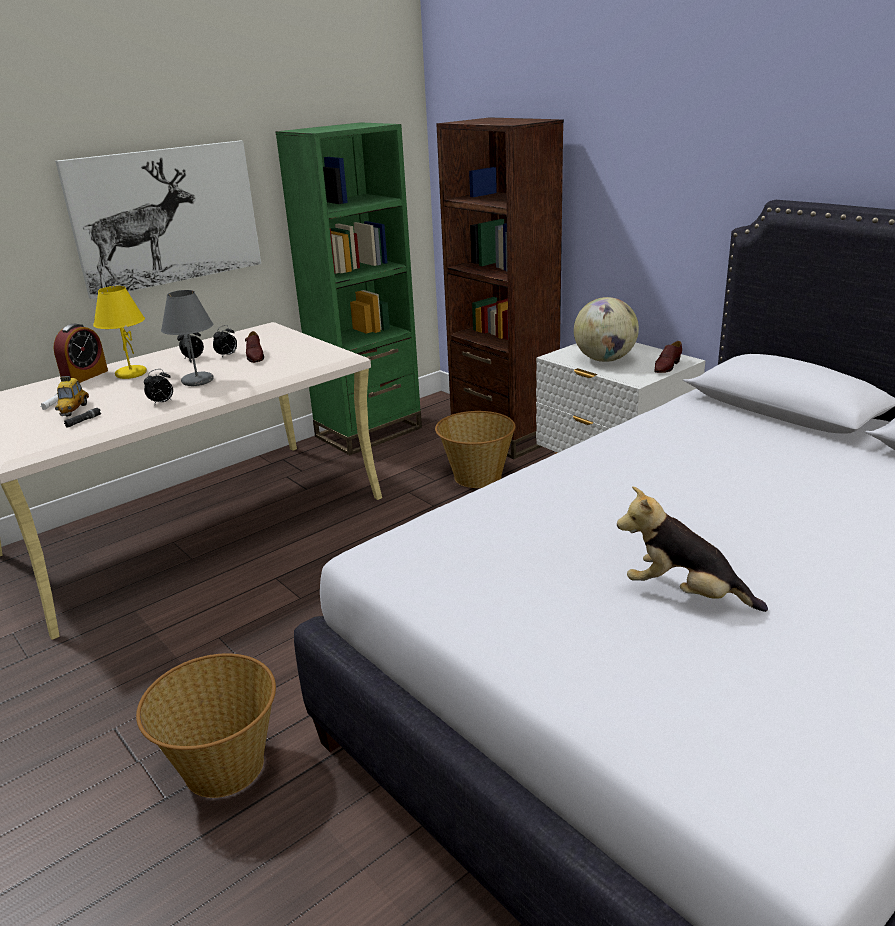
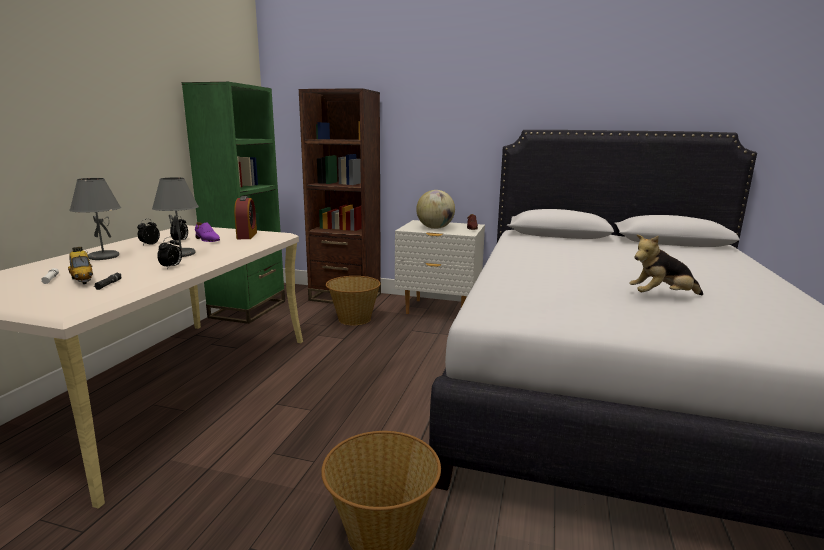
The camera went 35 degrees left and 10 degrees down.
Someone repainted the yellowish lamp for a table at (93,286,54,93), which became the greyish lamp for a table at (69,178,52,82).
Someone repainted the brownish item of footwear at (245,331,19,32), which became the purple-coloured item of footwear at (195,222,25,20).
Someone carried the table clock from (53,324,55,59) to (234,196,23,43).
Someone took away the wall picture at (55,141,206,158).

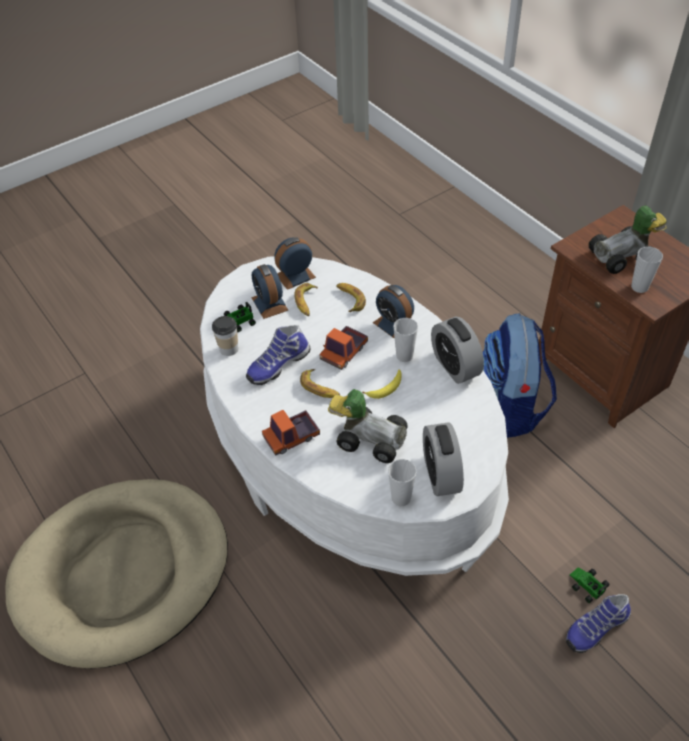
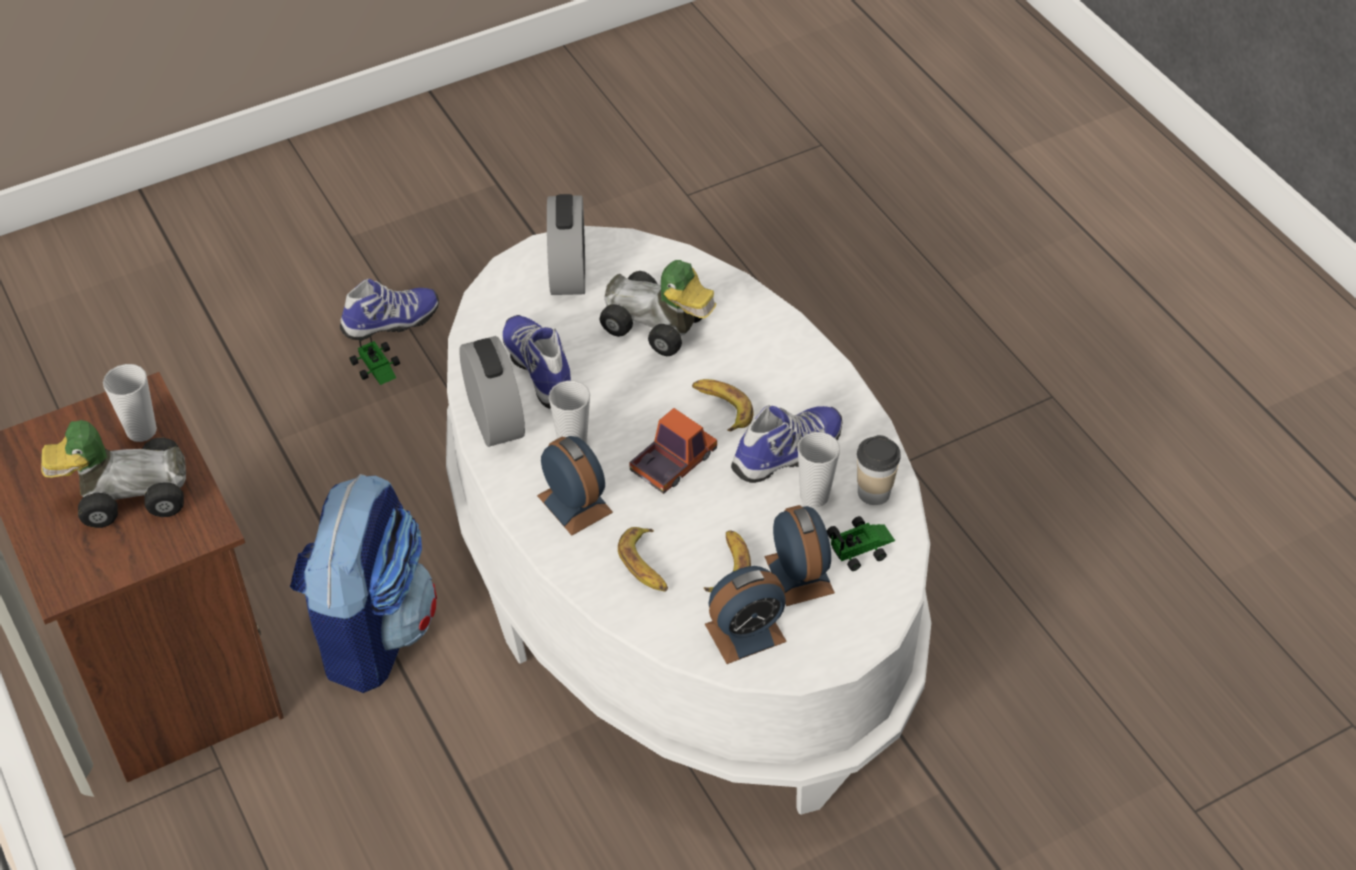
The camera went 175 degrees left and 0 degrees up.
Someone put down the item of footwear at (503,315,68,94).
Someone carried the small cup from (388,459,28,47) to (798,432,42,75).
Someone took away the beige dog cushion at (5,479,223,190).
Someone took away the toy lorry at (262,410,58,46).
Someone took away the banana at (362,370,40,29).

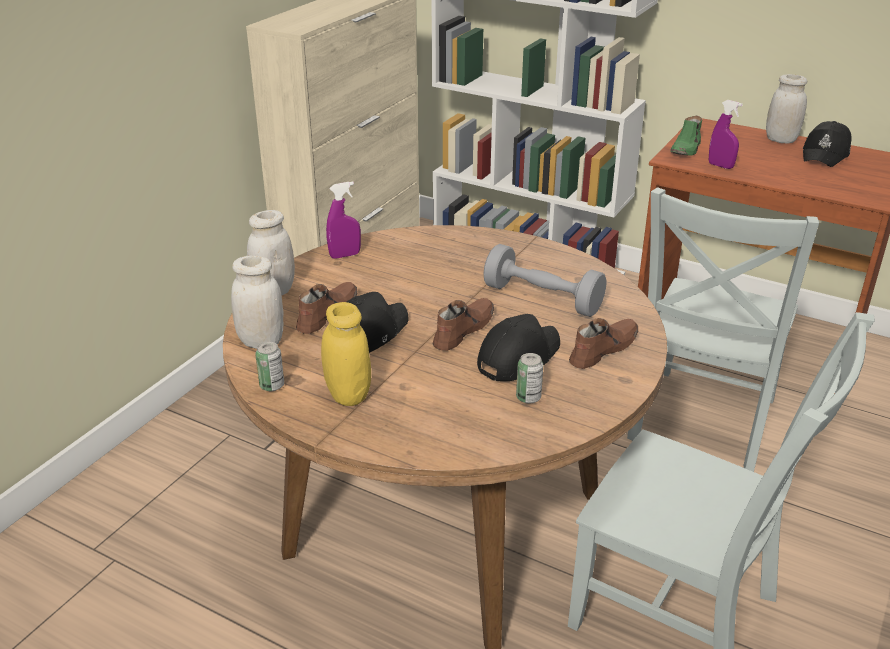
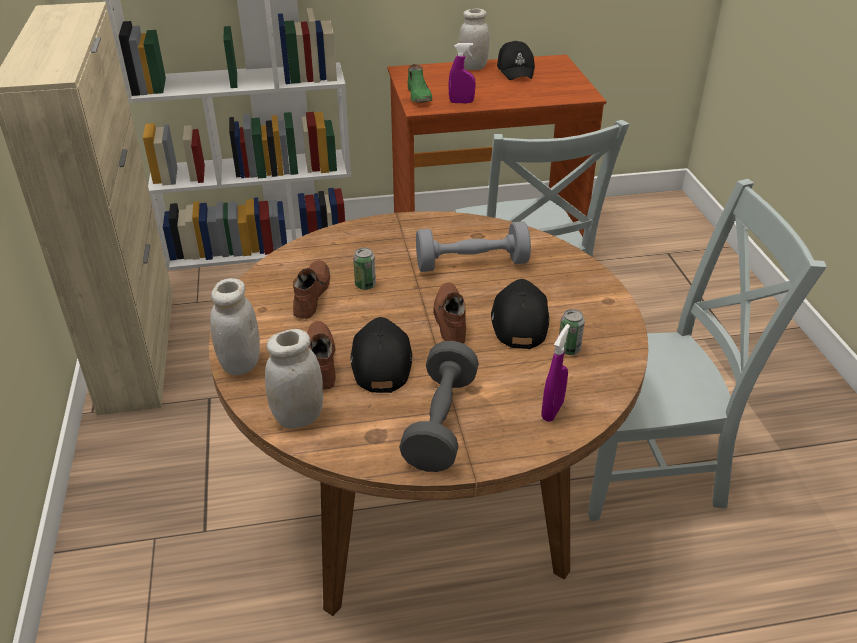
The camera went 40 degrees left and 5 degrees up.
Someone carried the brownish item of footwear from (569,318,69,51) to (293,260,37,59).
Someone carried the metal can from (255,342,29,49) to (353,247,23,43).
Someone swapped the yellowish storage jar at (321,302,50,104) for the greyish free weight at (399,341,80,131).
Someone carried the purple-coloured hand sprayer from (326,182,35,77) to (542,324,28,98).

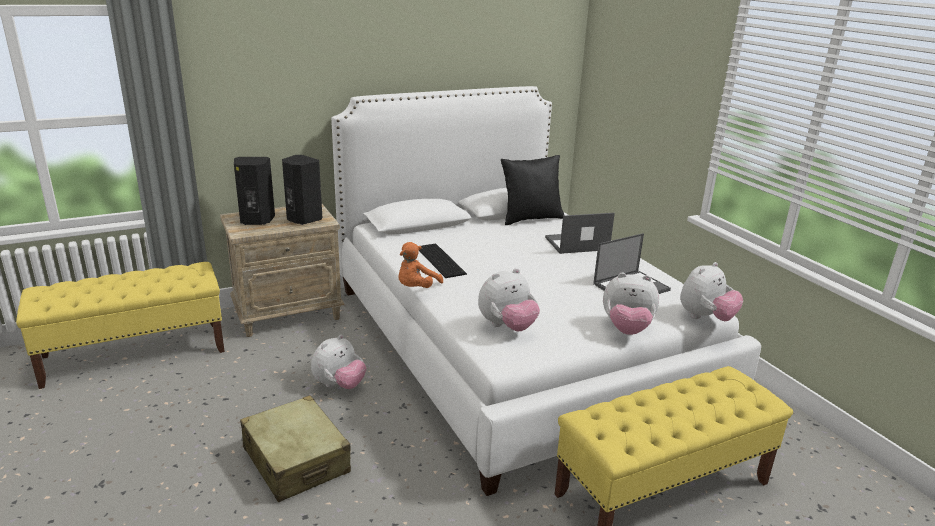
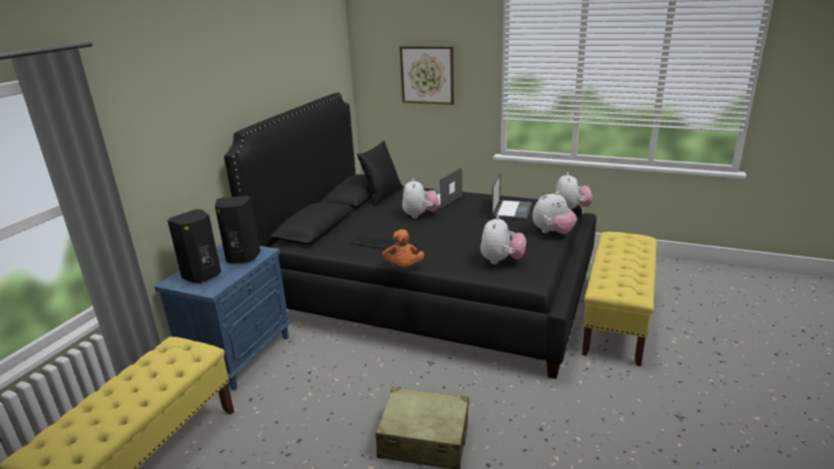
The camera went 40 degrees left and 0 degrees up.
Someone repainted the beige bedside table at (220,204,125,133), which became the blue-coloured bedside table at (154,244,138,146).
Someone repainted the whitish sleeping bed at (331,86,430,410), which became the black sleeping bed at (224,93,372,286).
Someone put up the wall picture at (400,46,54,59).
Someone carried the plush toy from (311,335,55,54) to (402,178,37,41).

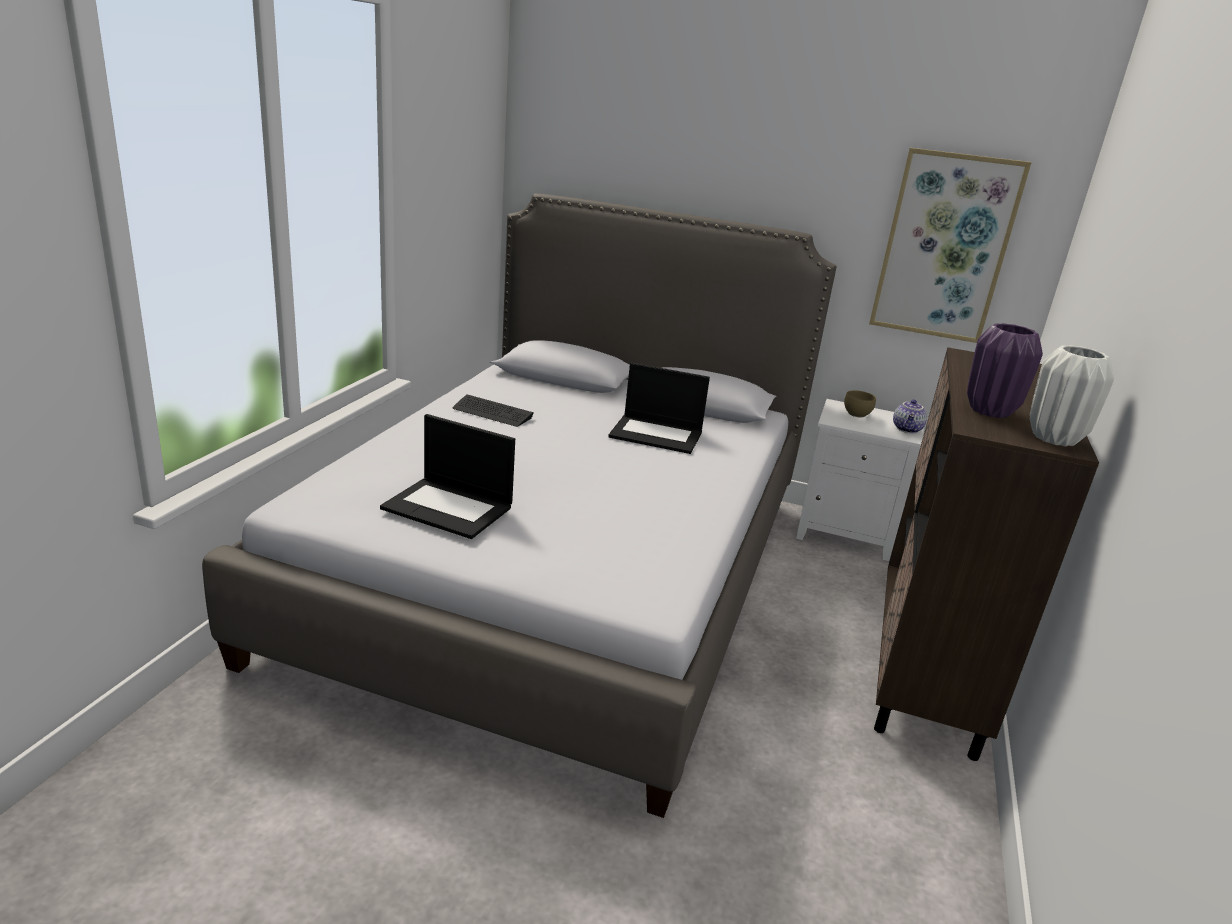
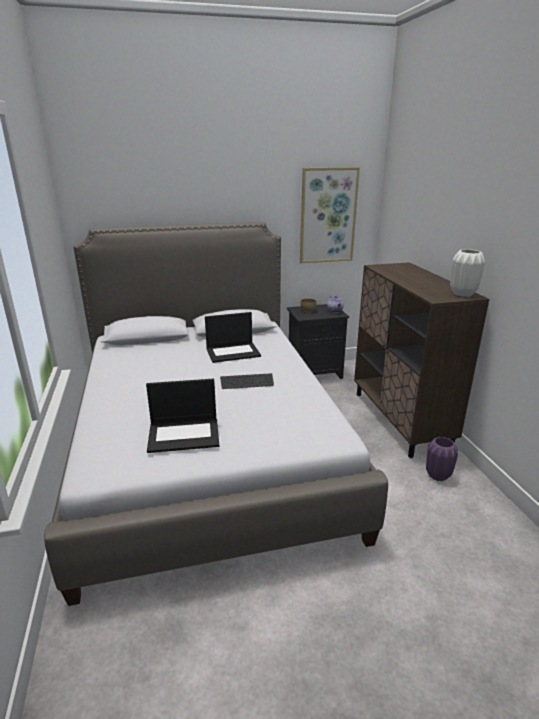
The camera went 30 degrees left and 0 degrees up.
Someone carried the keyboard from (453,394,81,33) to (220,373,54,16).
Someone repainted the whitish bedside table at (796,399,128,162), which became the black bedside table at (287,304,62,75).
Someone carried the purple-coloured vase from (967,323,76,95) to (426,437,32,44).

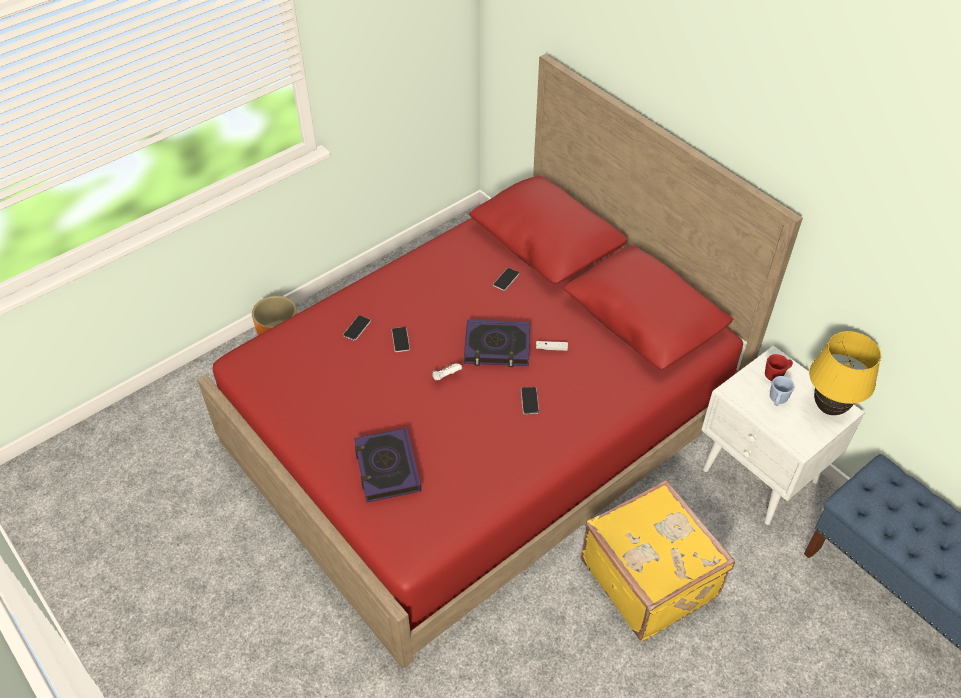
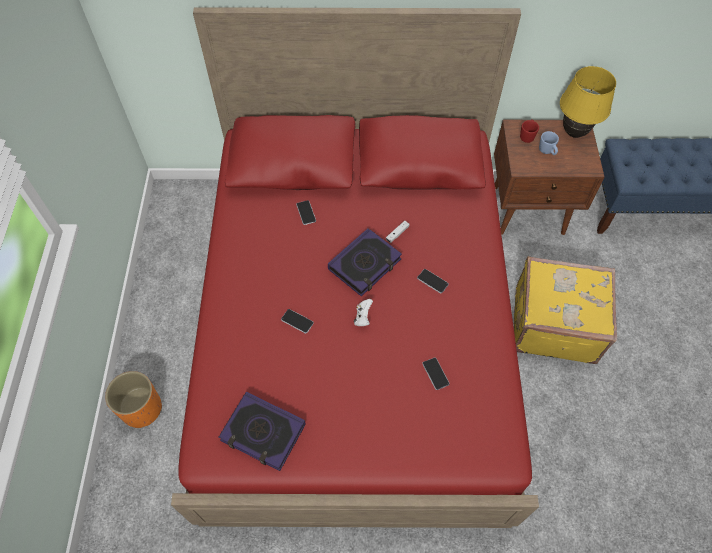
The camera went 50 degrees left and 10 degrees up.
Someone carried the book from (354,428,67,74) to (218,392,88,79).
Someone carried the phone from (343,315,28,26) to (422,357,28,33).
Someone repainted the whitish bedside table at (701,345,164,180), which became the brownish bedside table at (494,120,111,115).

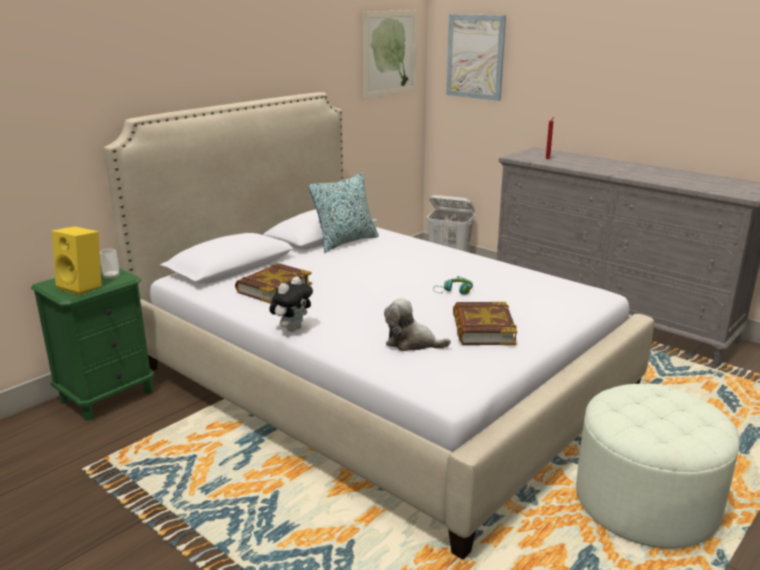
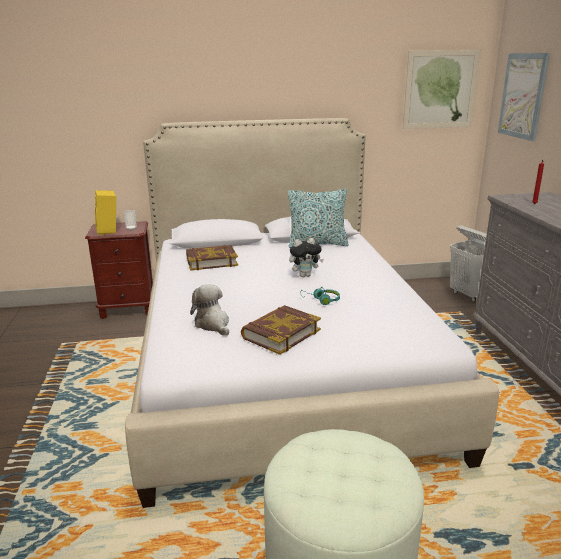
The camera went 40 degrees right and 0 degrees up.
Someone repainted the green-coloured bedside table at (31,265,124,155), which became the brownish bedside table at (85,221,68,98).
Someone carried the plush toy from (270,276,43,56) to (289,238,35,39).

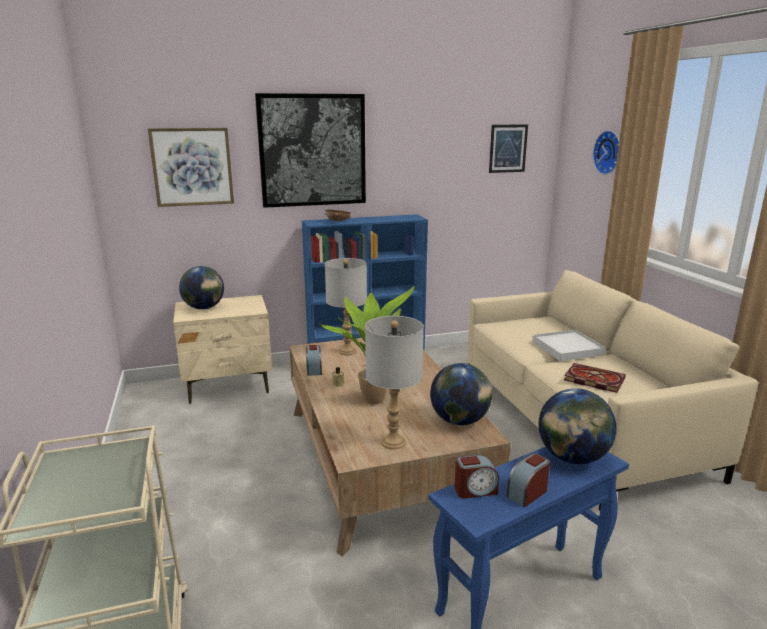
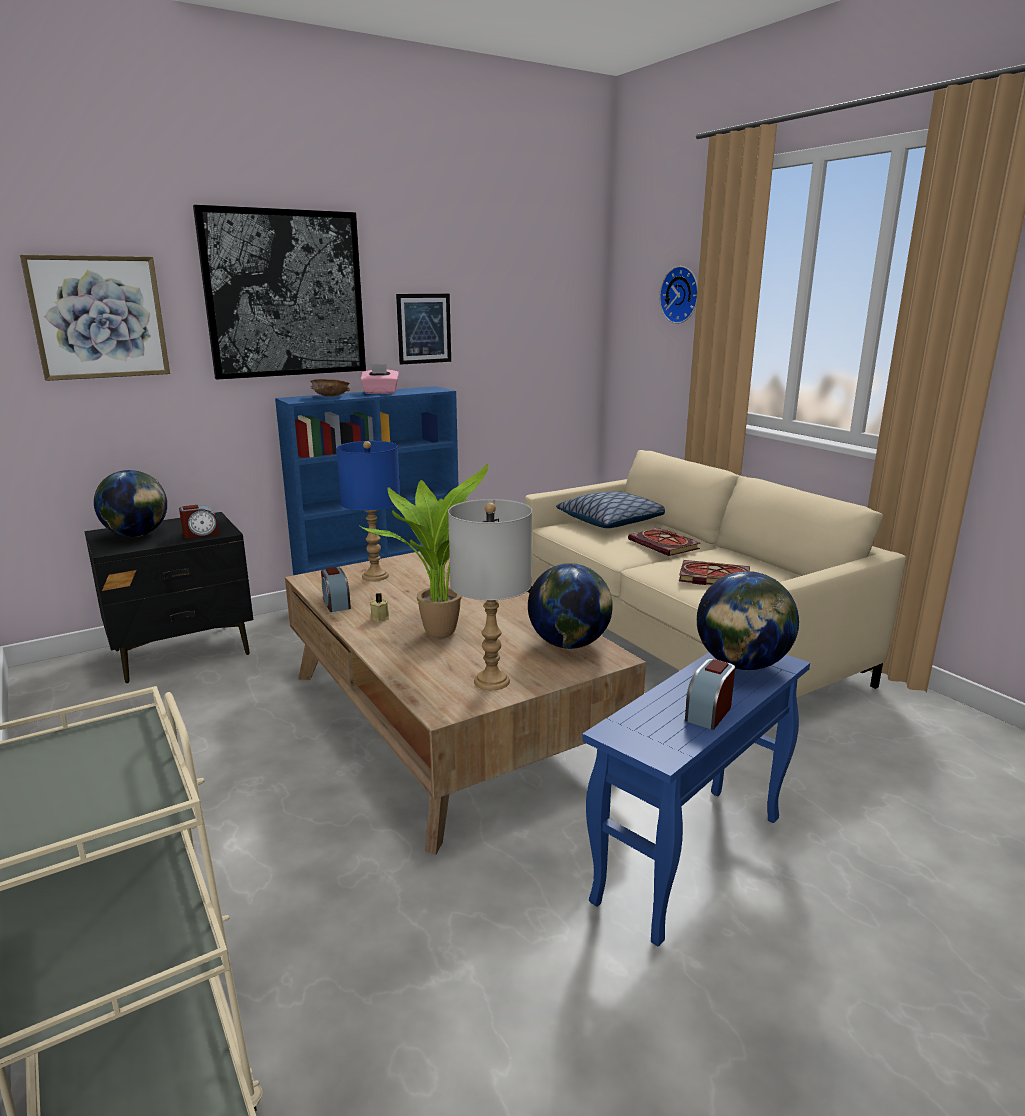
The camera went 15 degrees left and 0 degrees up.
Someone repainted the beige bedside table at (173,295,99,109), which became the black bedside table at (85,512,168,171).
Someone carried the table clock from (454,455,45,44) to (179,505,40,34).
Someone repainted the greyish lamp for a table at (325,258,42,97), which became the blue-coloured lamp for a table at (336,441,64,140).
Someone put down the pink box of tissues at (361,364,38,30).
Someone carried the wall picture from (489,124,39,49) to (396,294,55,71).
Someone put down the throw pillow at (556,491,109,37).
Someone swapped the whitish serving tray at (532,330,74,31) for the book at (628,528,72,28).

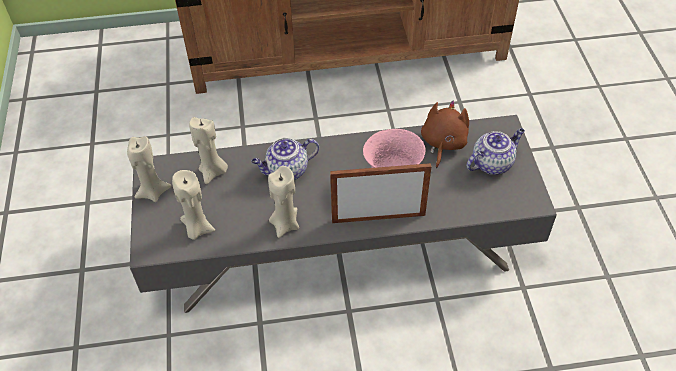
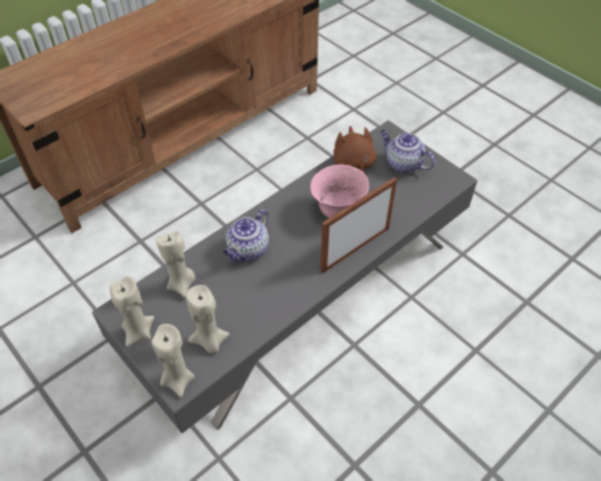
The camera went 35 degrees left and 0 degrees up.
Someone carried the beige wax light from (268,166,31,72) to (151,324,44,73).
Someone rotated the tea pot at (466,128,59,47) by 75 degrees counterclockwise.

